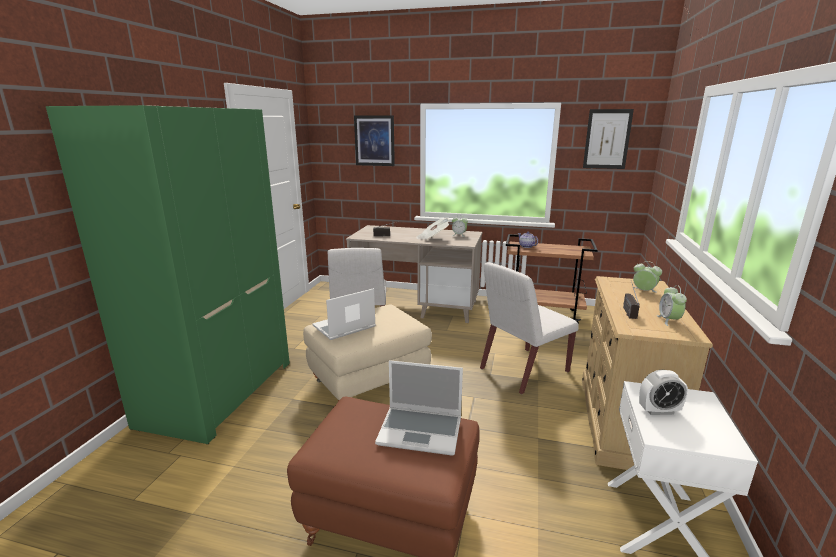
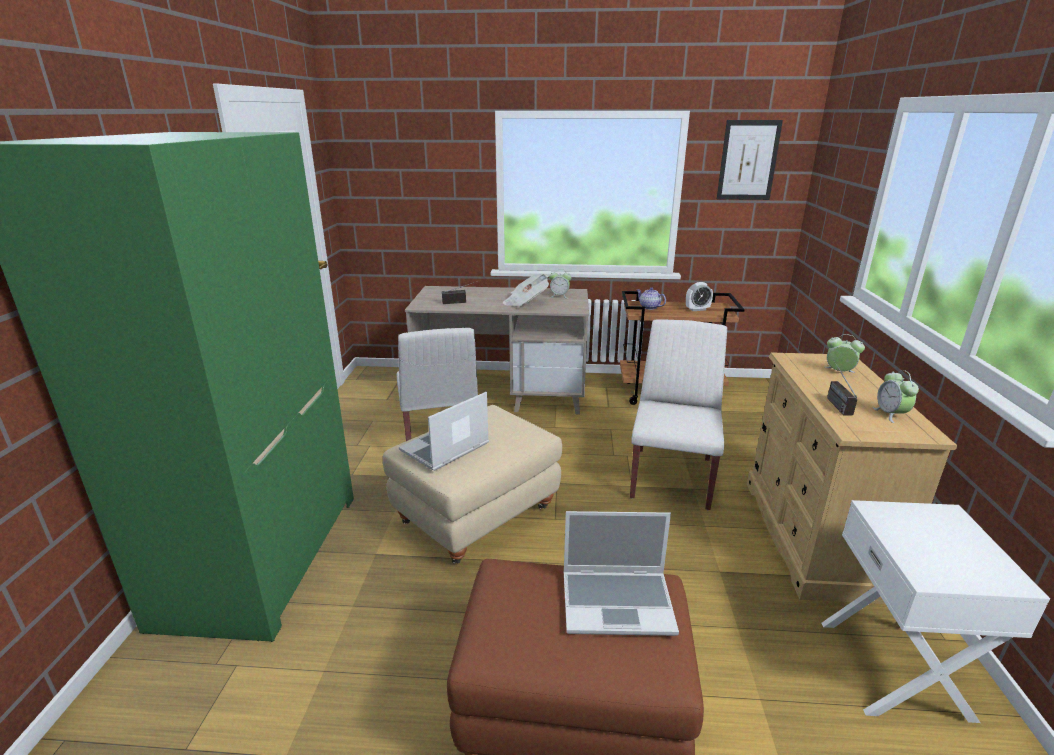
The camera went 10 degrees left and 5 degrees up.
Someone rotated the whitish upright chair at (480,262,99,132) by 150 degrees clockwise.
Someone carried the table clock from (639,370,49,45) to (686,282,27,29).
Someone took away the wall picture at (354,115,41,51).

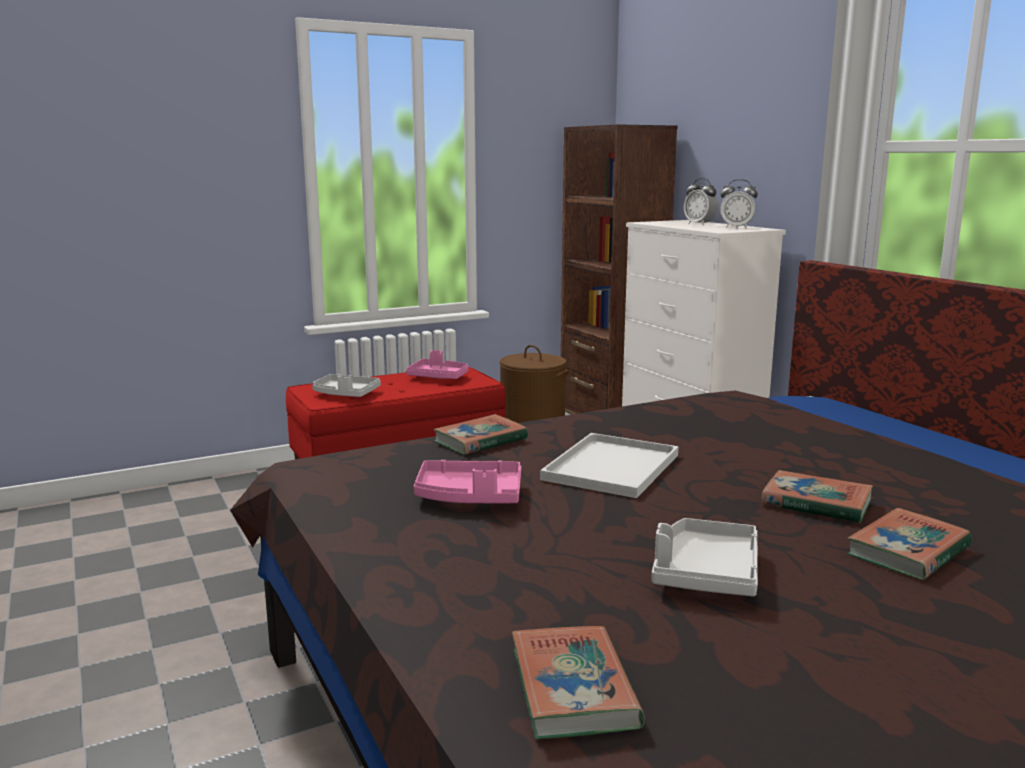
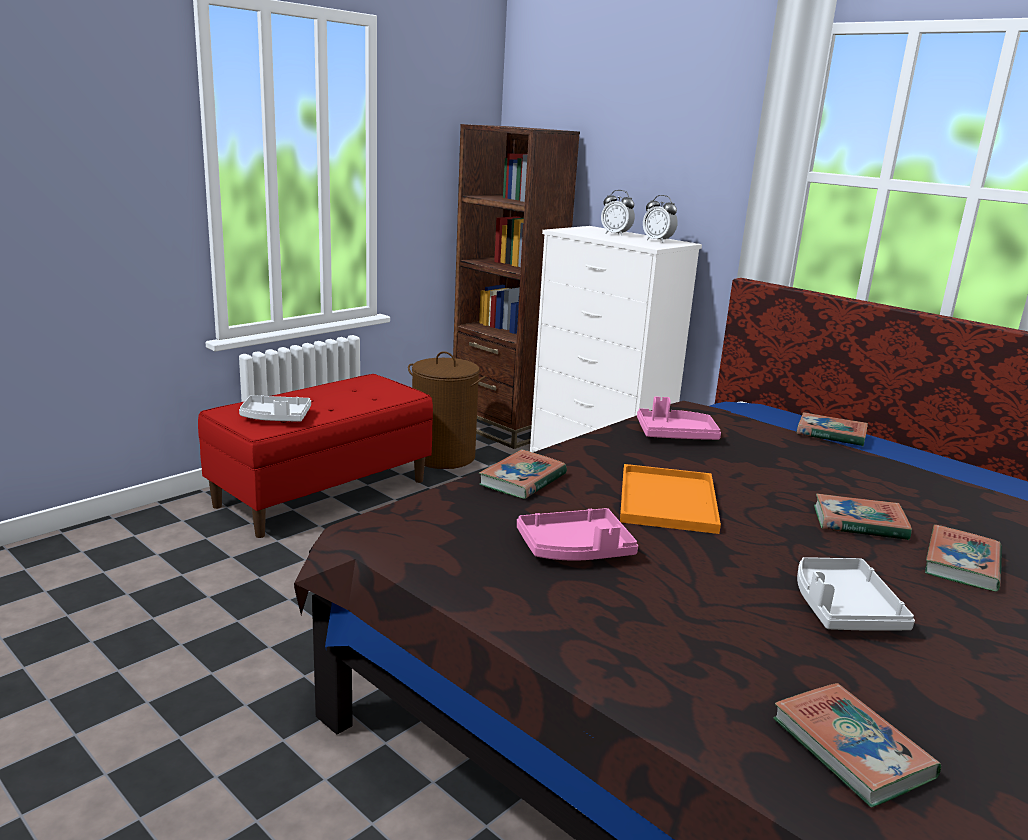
The camera went 20 degrees left and 5 degrees up.
Someone repainted the whitish serving tray at (540,433,139,65), which became the orange-coloured serving tray at (620,464,101,70).
Someone carried the pink serving tray from (406,350,63,29) to (637,397,84,43).
Someone rotated the table clock at (720,179,38,50) by 45 degrees clockwise.
Someone put down the book at (796,412,72,34).

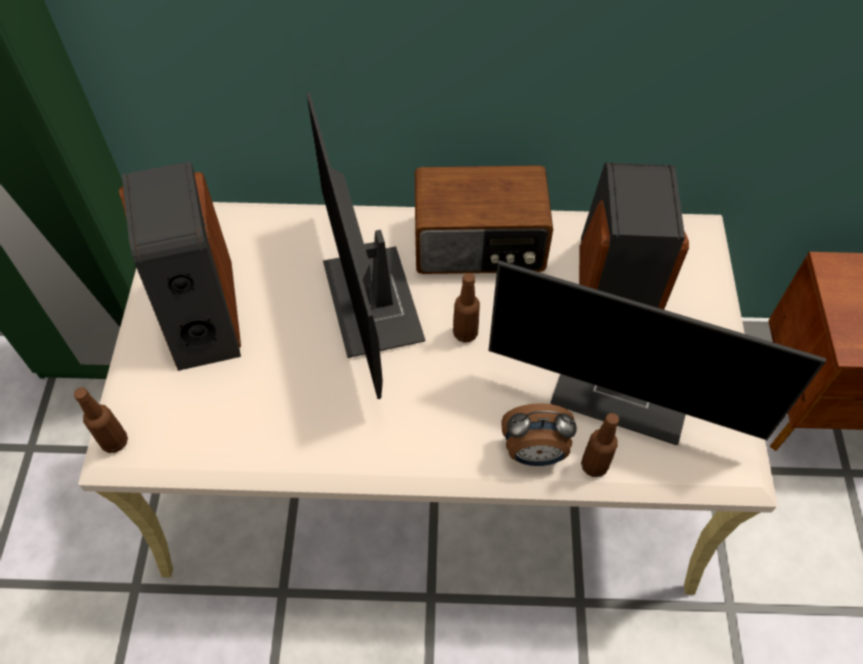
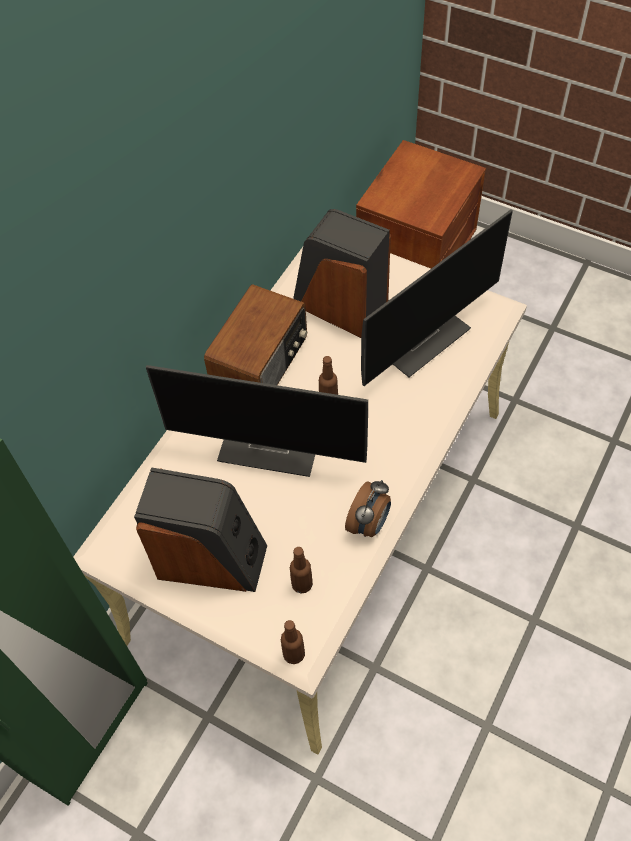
The camera went 60 degrees left and 0 degrees up.
Someone carried the brownish drink bottle from (581,413,38,64) to (290,547,23,47).
Someone carried the table clock from (501,403,76,63) to (345,480,46,57).

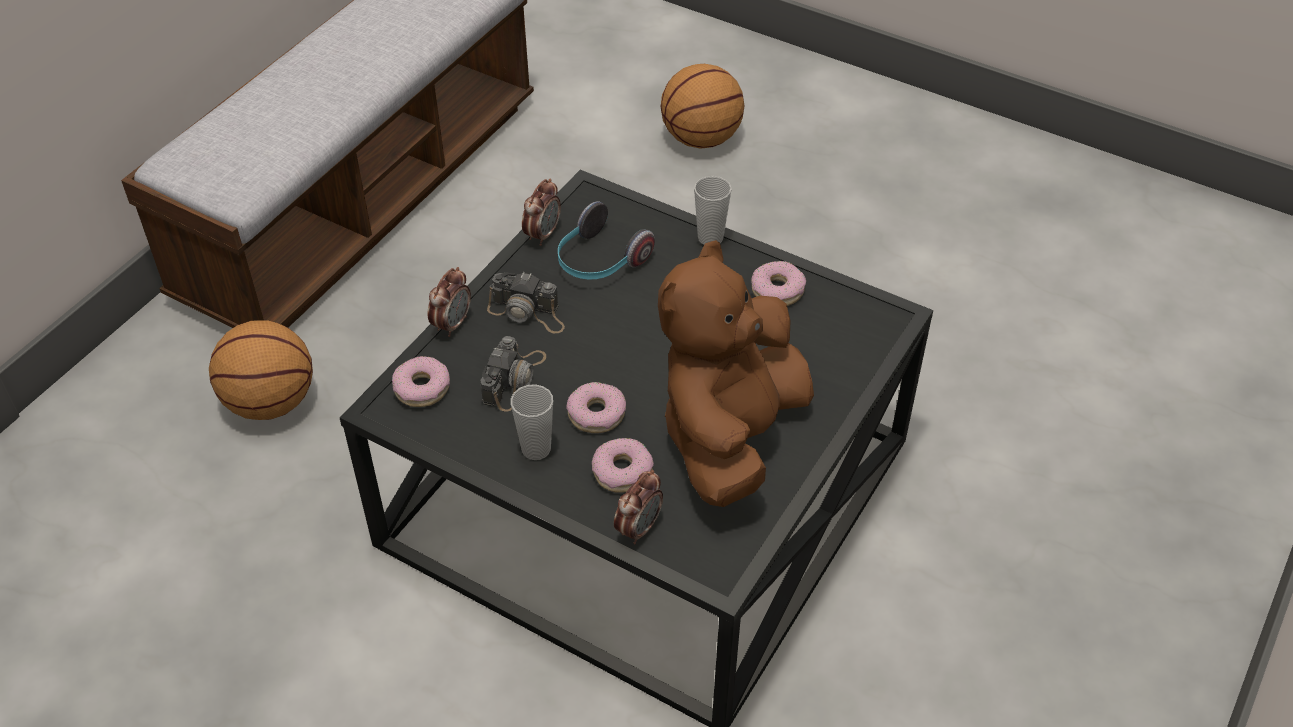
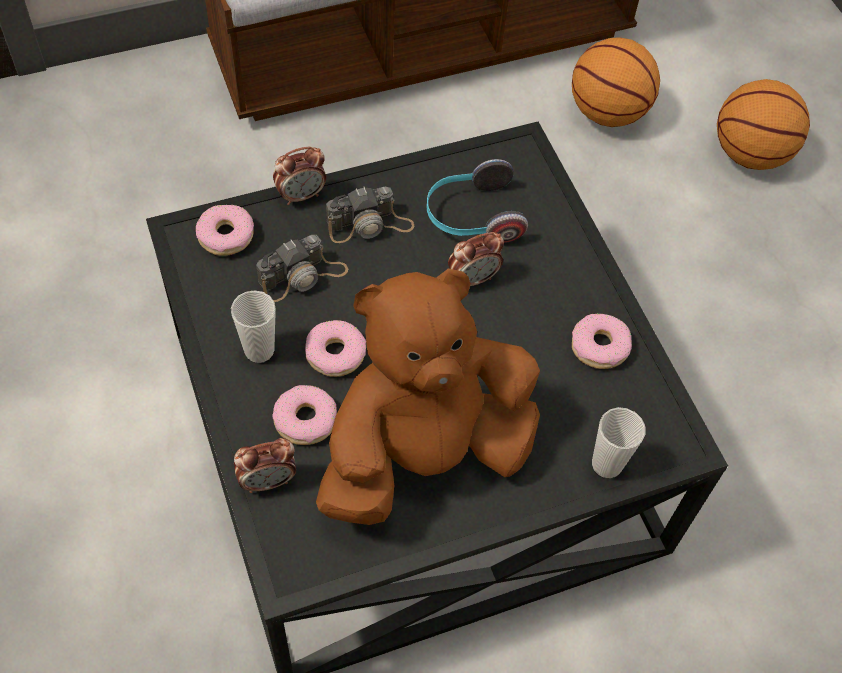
The camera went 35 degrees right and 10 degrees up.
Someone rotated the photo camera at (487,272,78,61) by 75 degrees counterclockwise.
Someone carried the table clock from (522,179,39,67) to (448,232,56,54).
Someone carried the basketball from (209,320,104,100) to (572,37,88,90).
Someone carried the small cup from (694,176,38,69) to (592,407,54,71).

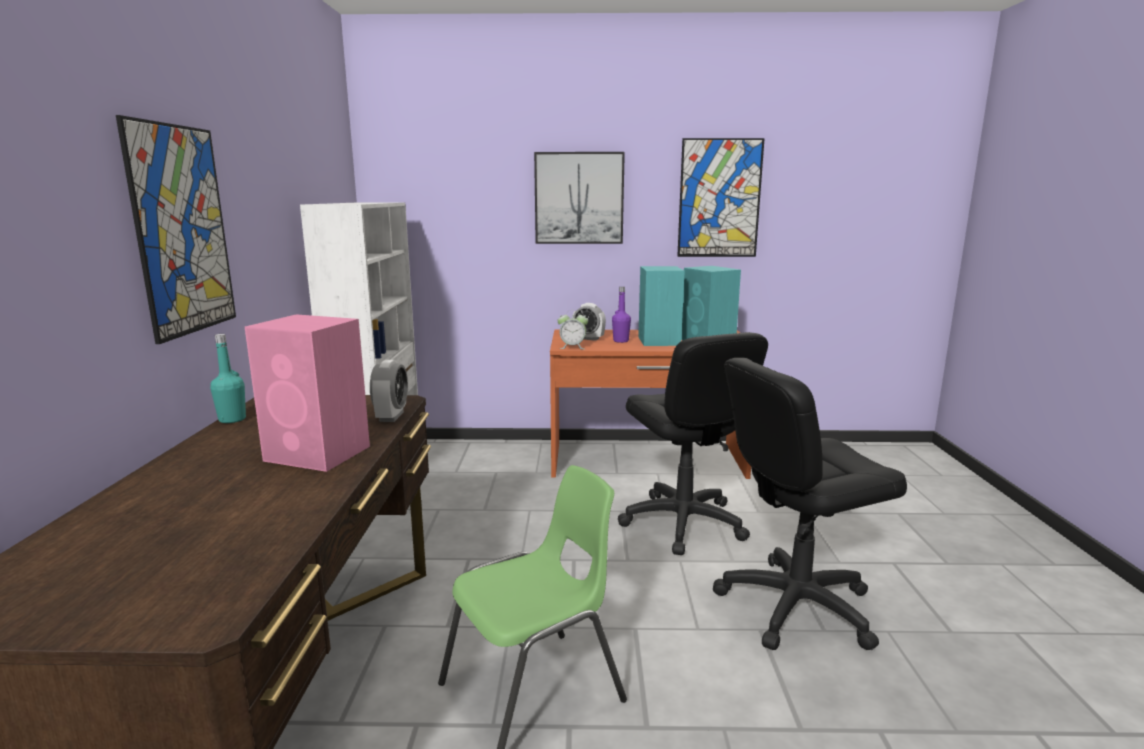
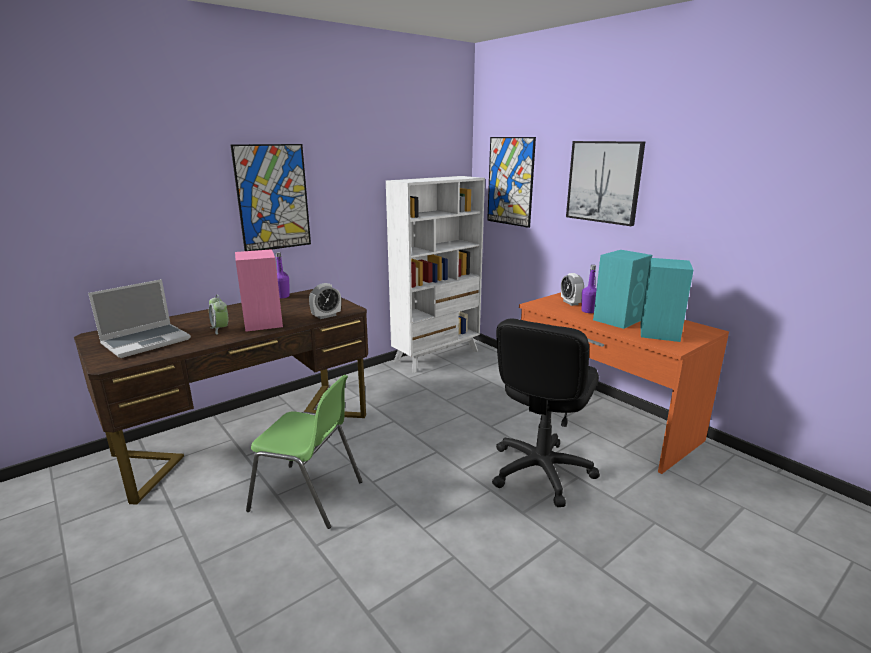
The camera went 50 degrees right and 5 degrees up.
Someone put down the notebook computer at (88,279,103,79).
Someone carried the table clock from (558,313,30,36) to (209,294,19,41).
Someone repainted the turquoise drink bottle at (210,334,36,89), which became the purple-coloured drink bottle at (276,252,14,46).
Someone carried the wall picture from (677,138,88,119) to (487,137,49,91).
Someone took away the black computer chair at (713,358,194,292).

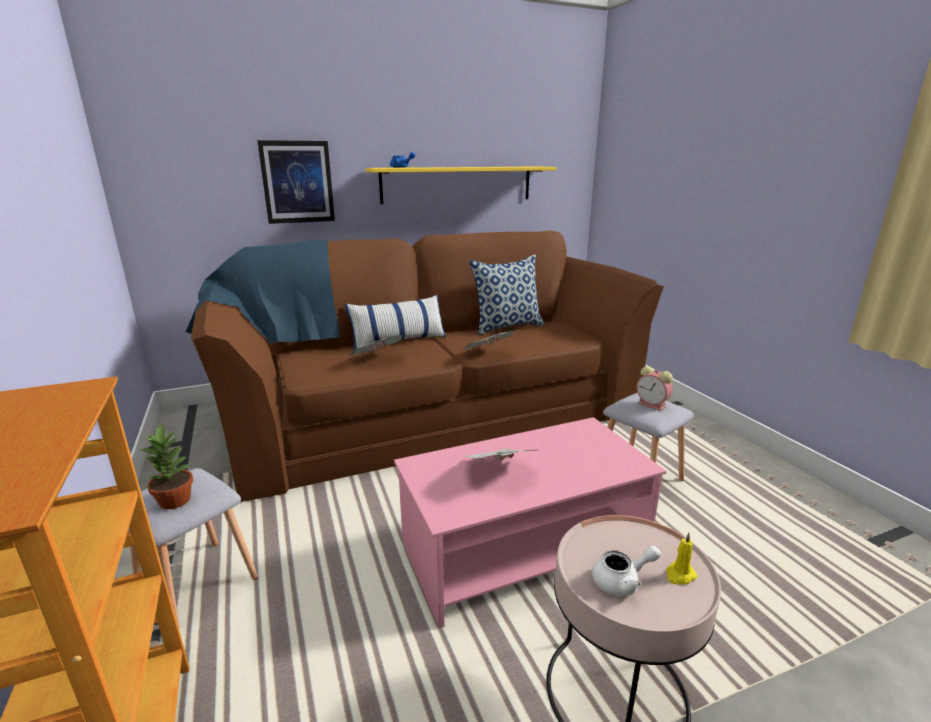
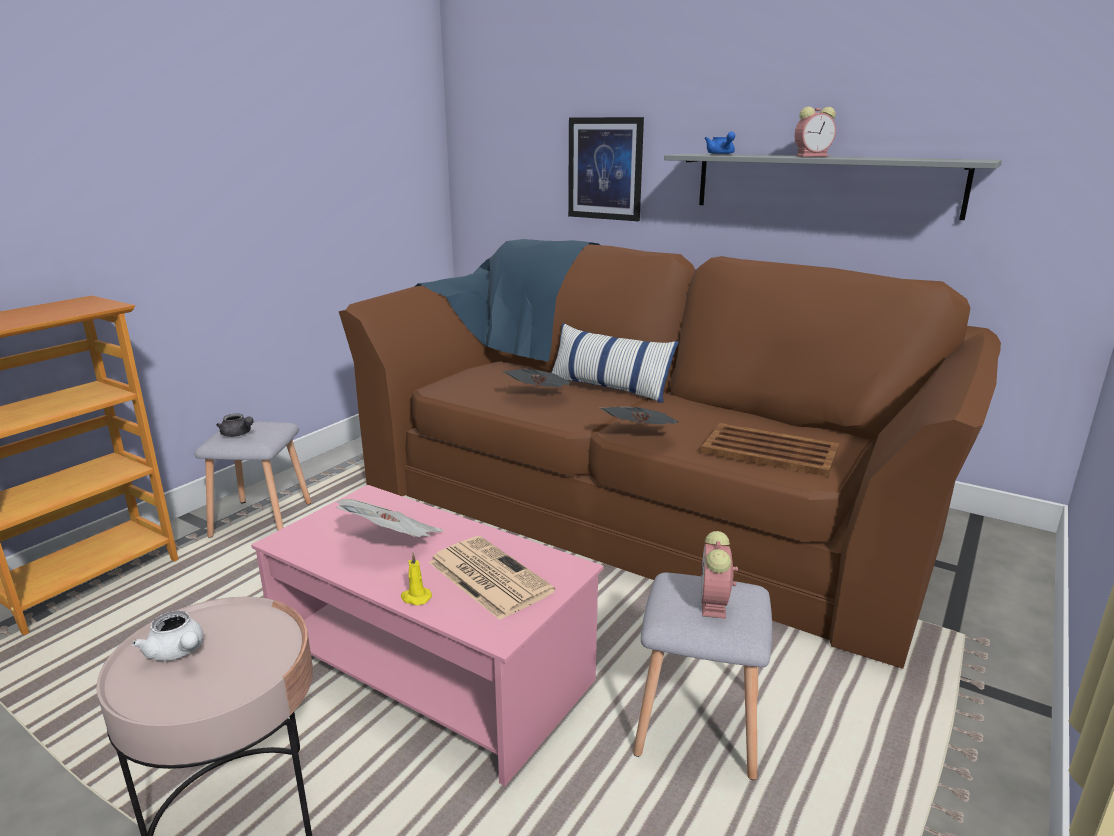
The camera went 55 degrees right and 0 degrees up.
Someone swapped the plant in a pot at (140,423,53,86) for the greyish tea pot at (216,414,38,23).
Someone carried the yellowish wax light from (666,533,31,52) to (401,553,31,52).
Someone put down the printed paper at (428,536,127,84).
Someone repainted the yellowish wall shelf at (365,166,192,38), which became the greyish wall shelf at (664,153,338,67).
Someone put down the brownish serving tray at (701,423,138,54).
Someone put down the table clock at (795,107,41,50).
Someone took away the throw pillow at (469,254,75,81).

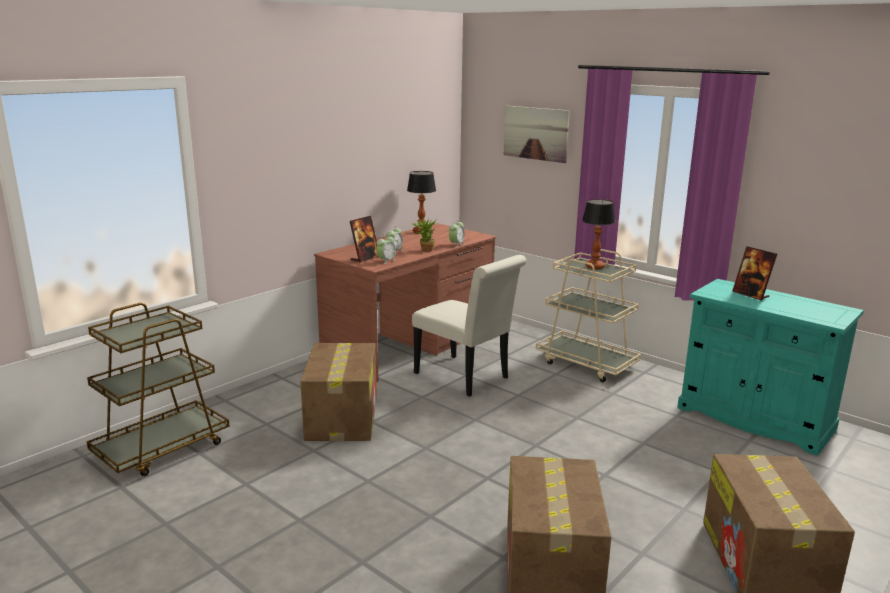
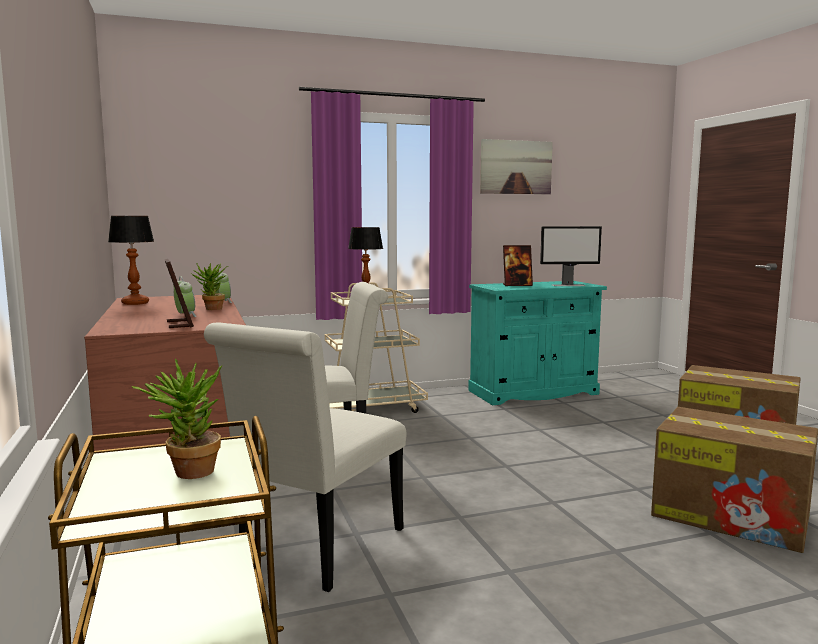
The camera went 60 degrees left and 10 degrees down.
Someone put down the plant in a pot at (132,358,90,121).
Someone swapped the cardboard box at (300,343,77,98) for the whitish upright chair at (204,322,202,270).
Someone carried the wall picture from (504,106,66,57) to (480,139,73,55).
Someone put down the computer screen at (540,226,62,60).
Someone took away the table clock at (376,234,20,30).

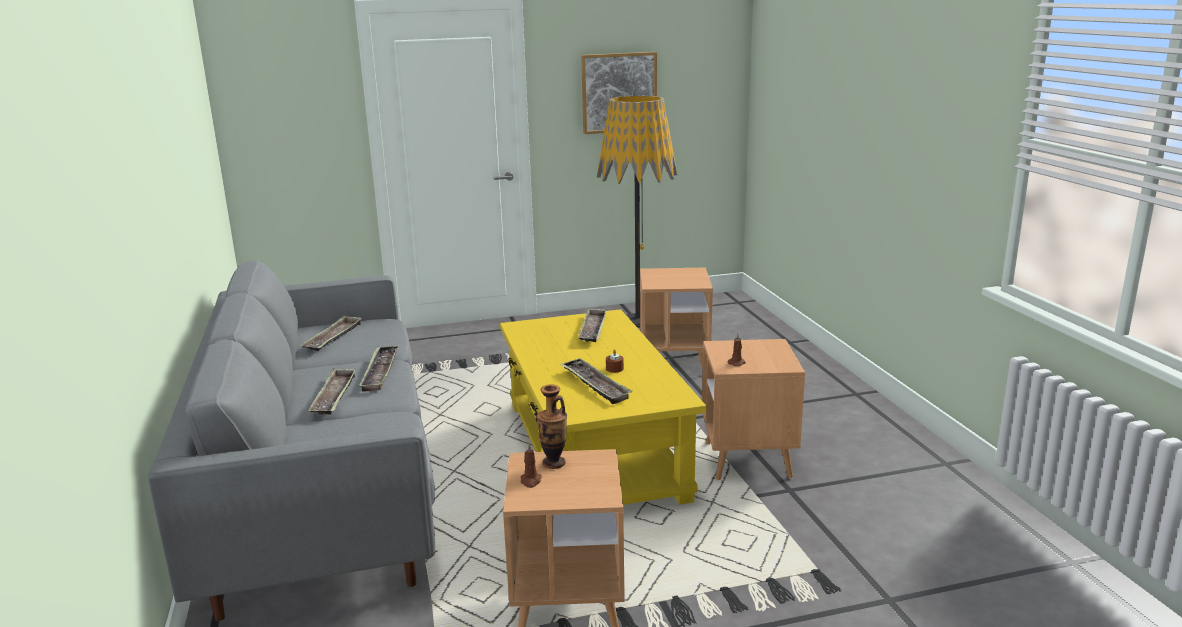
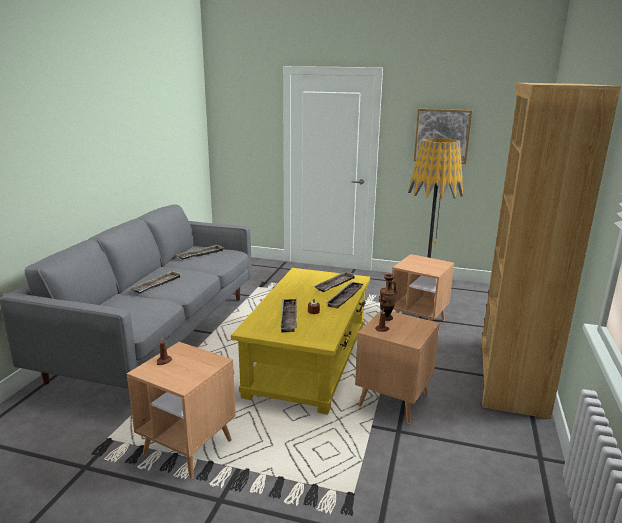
The camera went 30 degrees right and 0 degrees up.
Someone carried the serving tray from (359,345,40,47) to (326,282,37,26).
Someone carried the vase from (537,384,30,85) to (380,274,17,47).
Someone put down the brownish bookshelf at (482,83,139,336).

